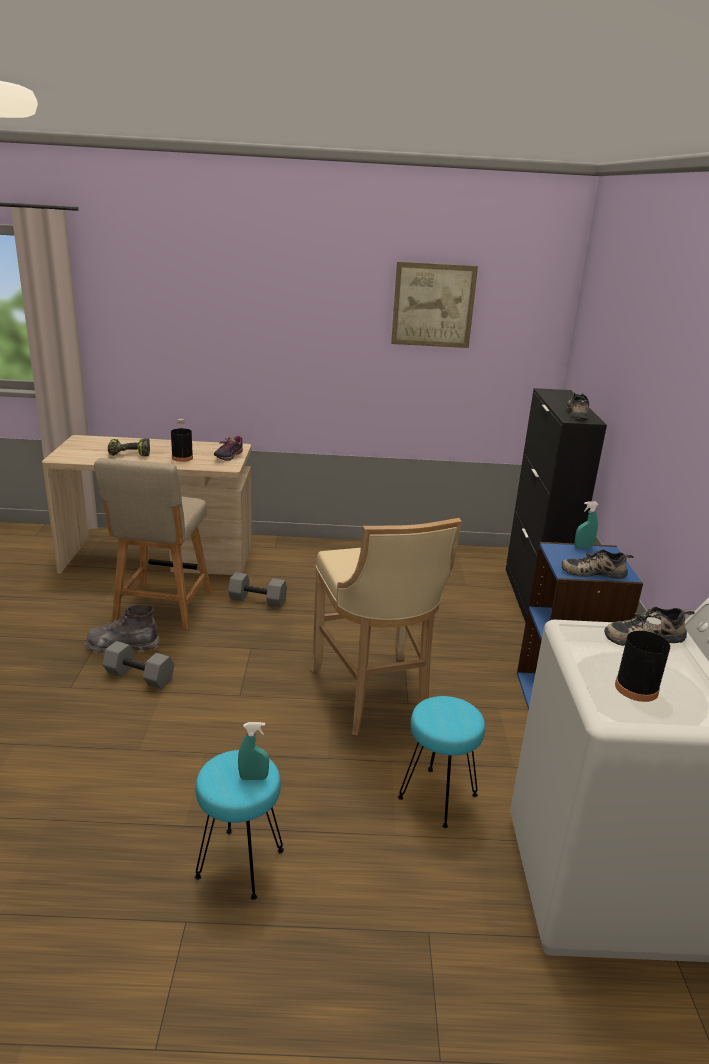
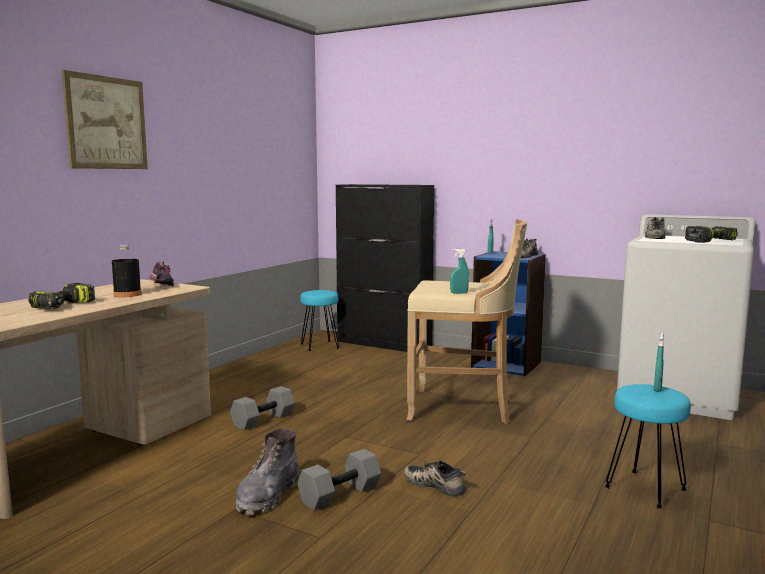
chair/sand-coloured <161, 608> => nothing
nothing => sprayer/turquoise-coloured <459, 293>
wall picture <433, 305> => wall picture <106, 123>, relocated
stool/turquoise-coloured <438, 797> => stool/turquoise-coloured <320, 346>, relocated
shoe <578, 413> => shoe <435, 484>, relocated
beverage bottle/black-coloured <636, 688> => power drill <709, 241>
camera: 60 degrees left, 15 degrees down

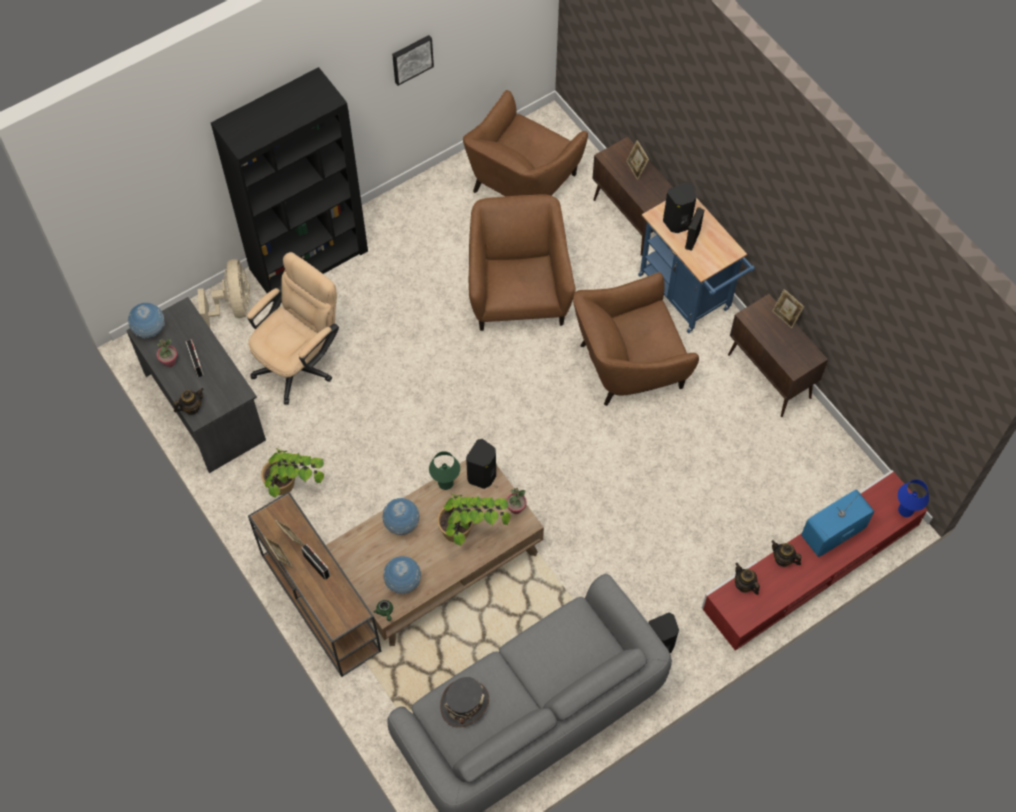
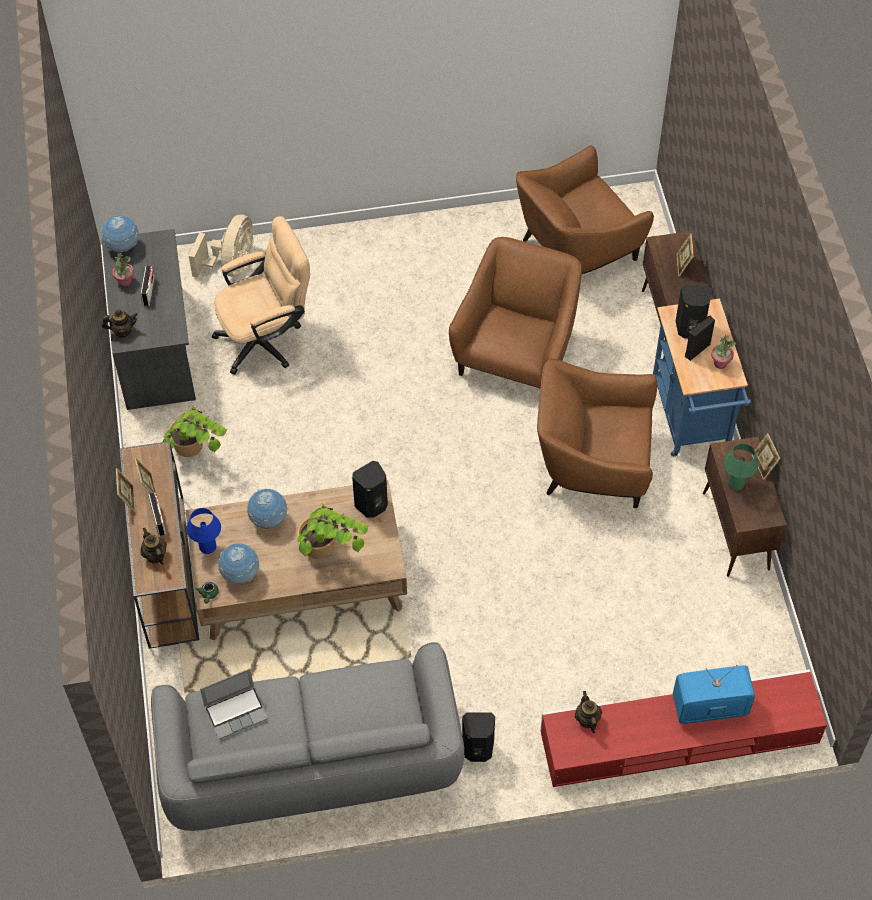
shelving unit/black-coloured <309, 260> => nothing
wall picture <411, 58> => nothing
tabletop lamp/green-coloured <445, 483> => tabletop lamp/green-coloured <736, 483>, relocated
potted plant <516, 508> => potted plant <720, 363>, relocated
pot for tea <783, 559> => pot for tea <155, 555>, relocated
tabletop lamp/blue-coloured <905, 510> => tabletop lamp/blue-coloured <208, 547>, relocated
wearable hat/gray <464, 703> => notebook computer <236, 712>
camera: 25 degrees right, 5 degrees down

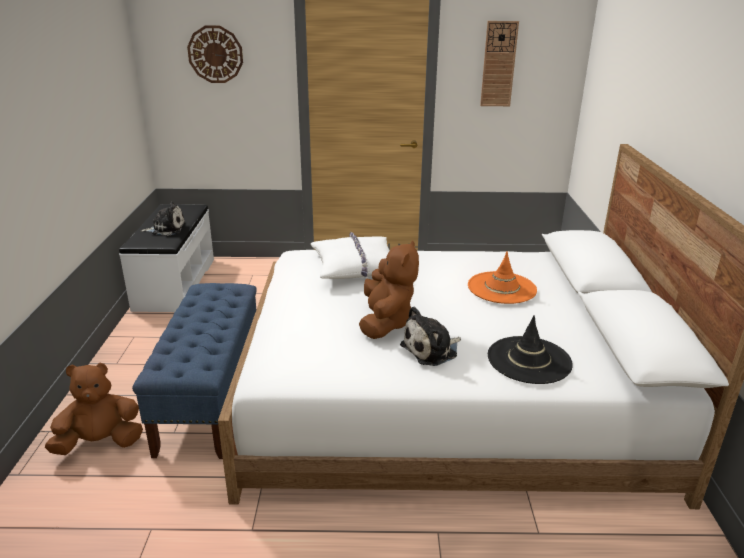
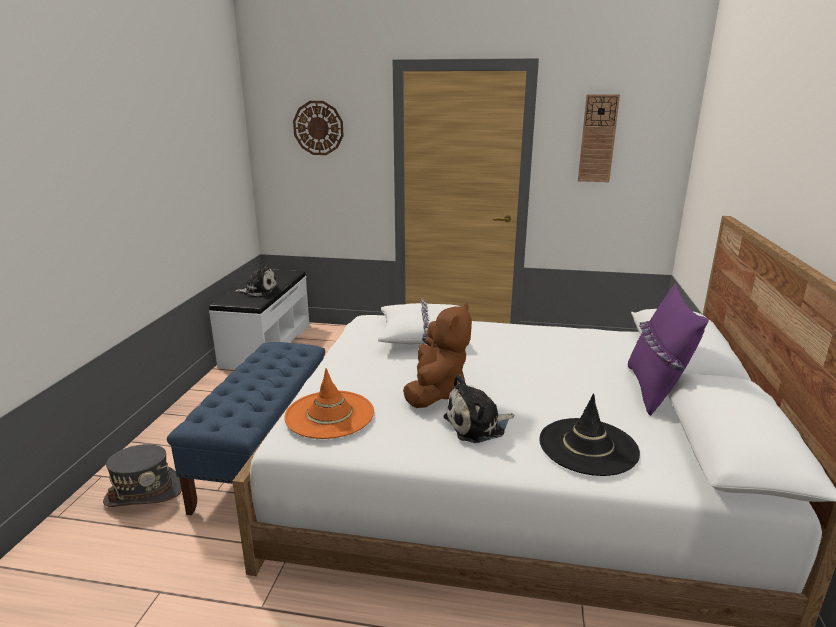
nothing => cushion/purple <655, 390>
wearable hat/orangey <501, 288> => wearable hat/orangey <329, 414>, relocated
plush toy/brownish <100, 443> => wearable hat/gray <144, 493>
camera: 10 degrees right, 5 degrees down

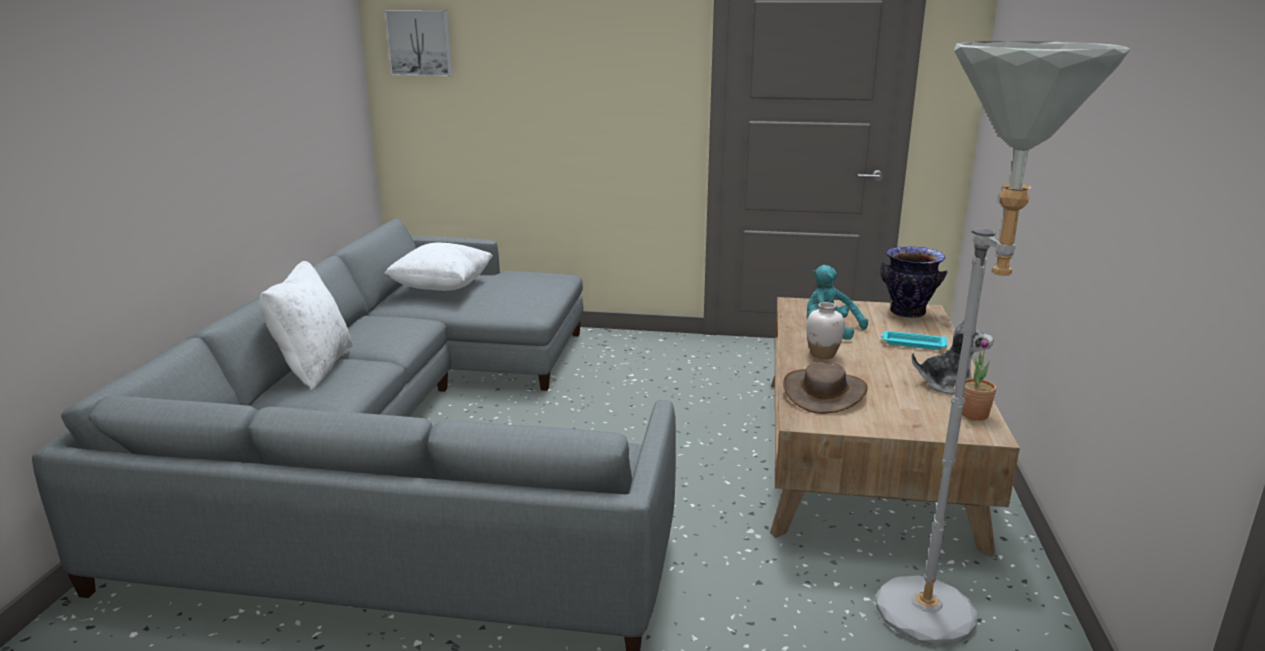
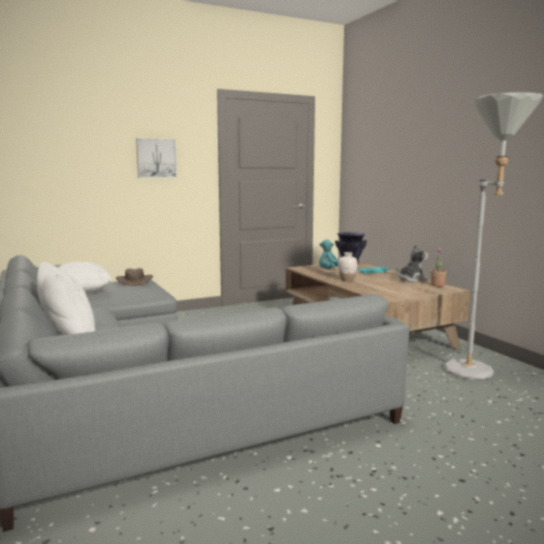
wall picture <420, 43> => wall picture <156, 158>, relocated
wearable hat/brownish <824, 392> => wearable hat/brownish <135, 281>, relocated
camera: 35 degrees left, 10 degrees down

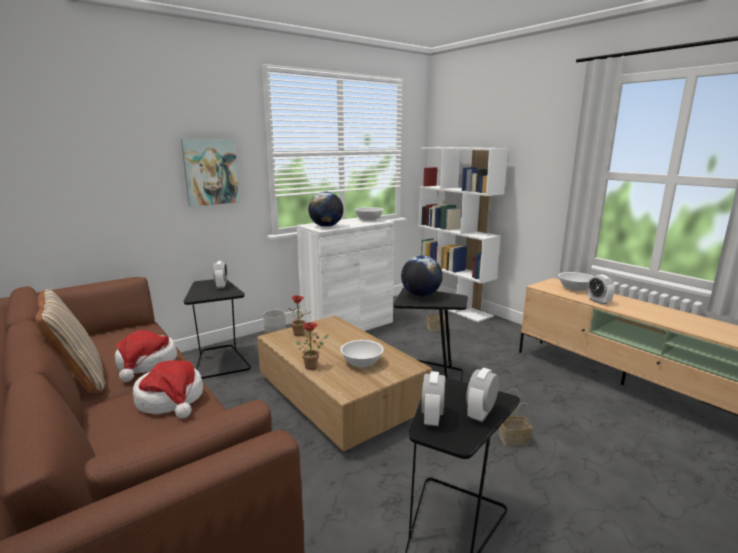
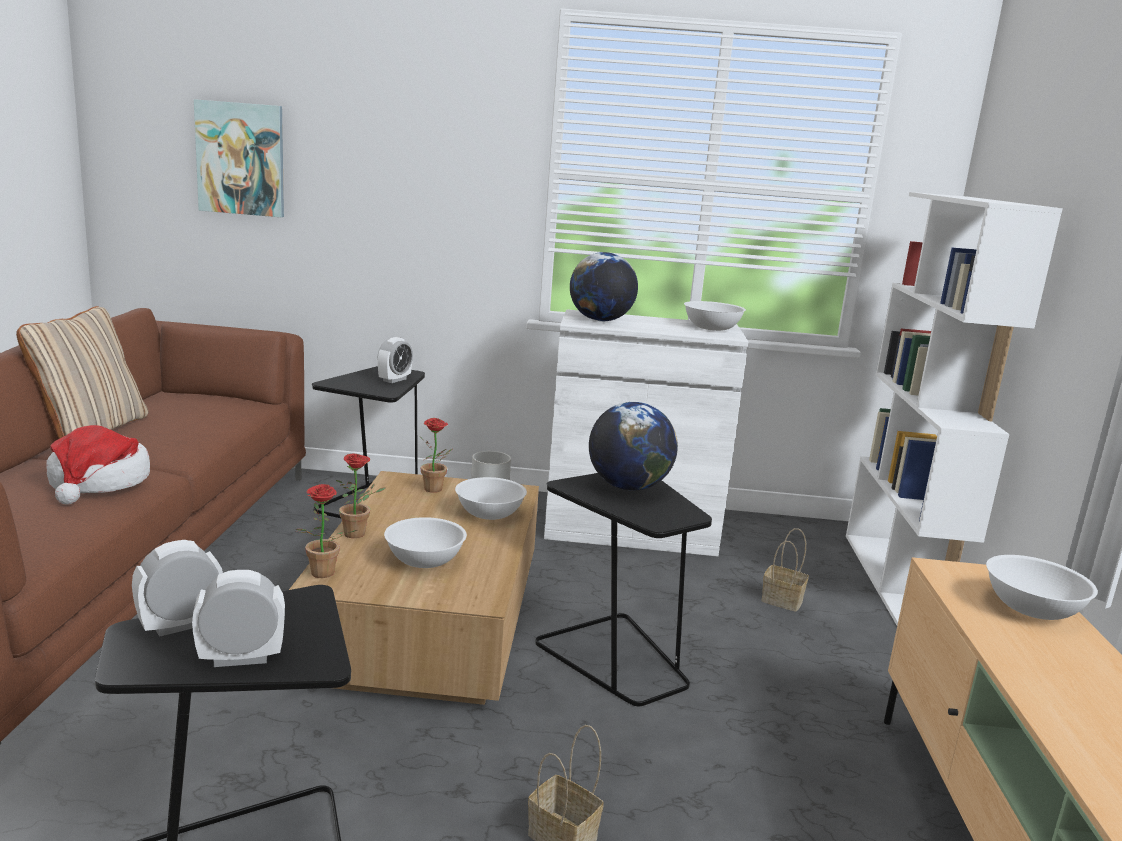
wearable hat <146, 364> => nothing
alarm clock <598, 301> => nothing
nothing => potted plant <321, 575>
nothing => bowl/white <489, 514>
wall picture <211, 172> => wall picture <241, 159>, relocated
camera: 40 degrees right, 0 degrees up

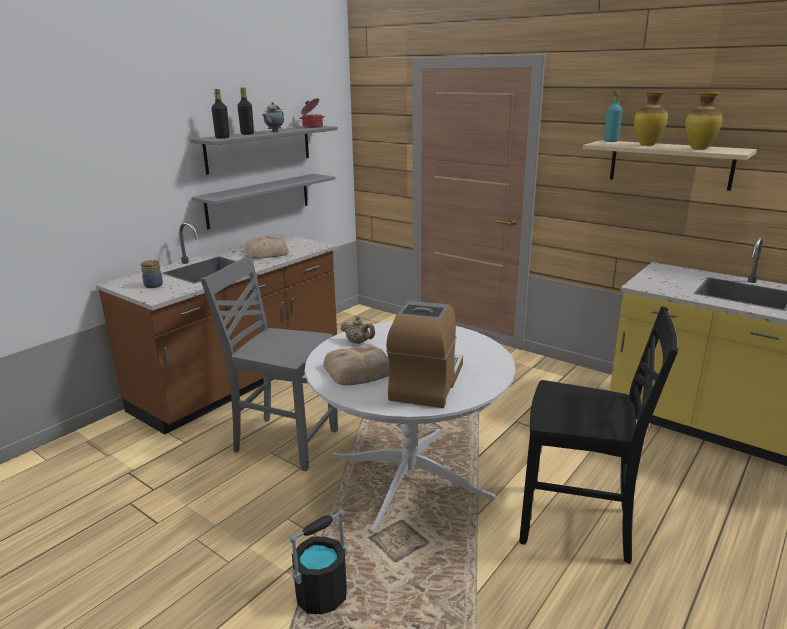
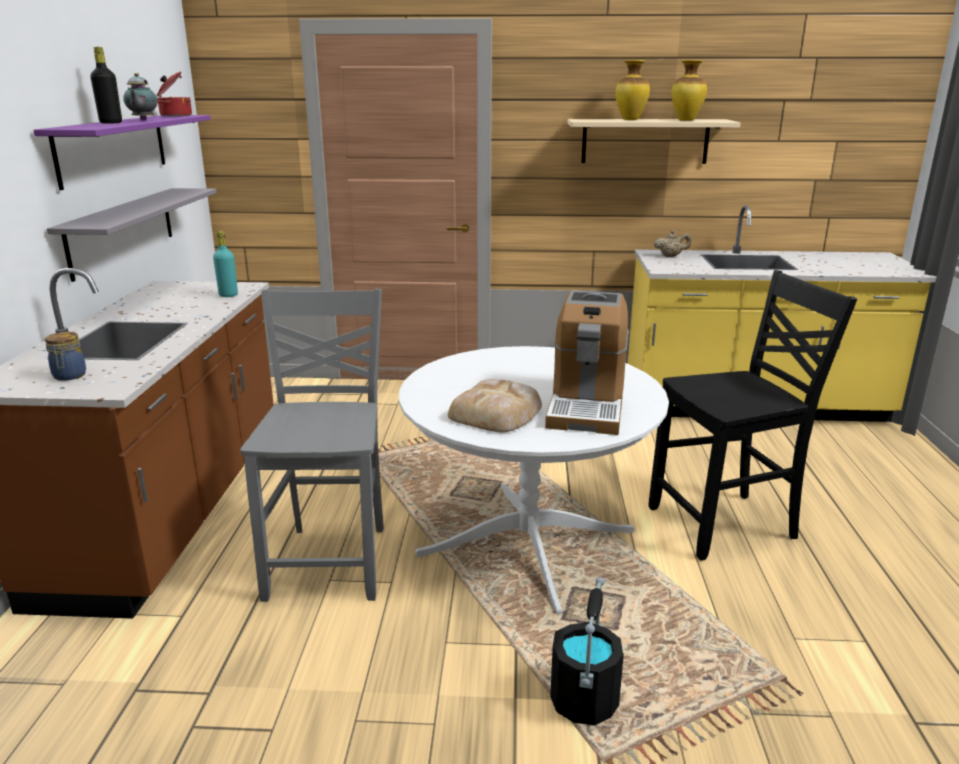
beverage bottle/black-coloured <222, 138> => nothing
bakery bread <267, 252> => nothing
pot for tea/sand-coloured <358, 342> => pot for tea/sand-coloured <671, 256>, relocated
beverage bottle/turquoise-coloured <610, 141> => beverage bottle/turquoise-coloured <228, 295>, relocated
wall shelf/gray <259, 148> => wall shelf/purple <113, 148>
chair/gray <284, 441> => chair/gray <331, 561>, 105 degrees clockwise
coffee machine <426, 383> => coffee machine <587, 405>, 150 degrees counterclockwise
camera: 35 degrees left, 0 degrees up

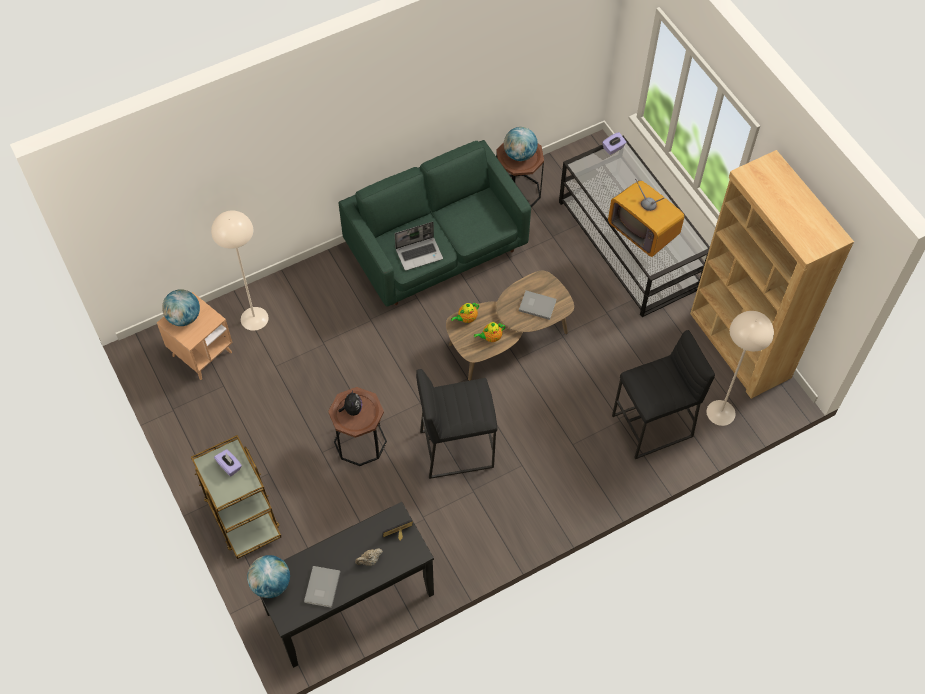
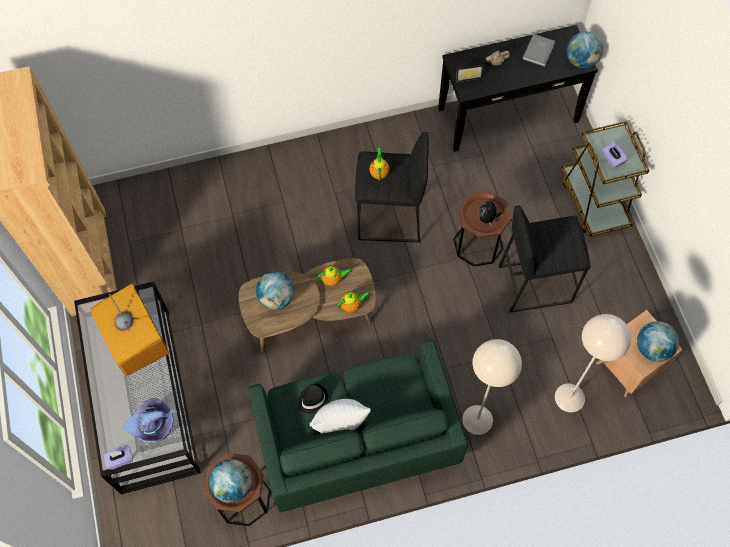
notebook computer <419, 253> => nothing
nothing => wearable hat/purple <152, 424>
nothing => wearable hat/black-coloured <312, 399>
nothing => cushion/white <340, 424>
nothing => pot for tea <379, 172>
stool/black-coloured <652, 427> => stool/black-coloured <534, 283>, relocated
floor lamp/sand-coloured <720, 413> => floor lamp/sand-coloured <477, 419>, relocated
bound book/gray <537, 305> => globe <276, 298>
camera: 165 degrees left, 5 degrees up

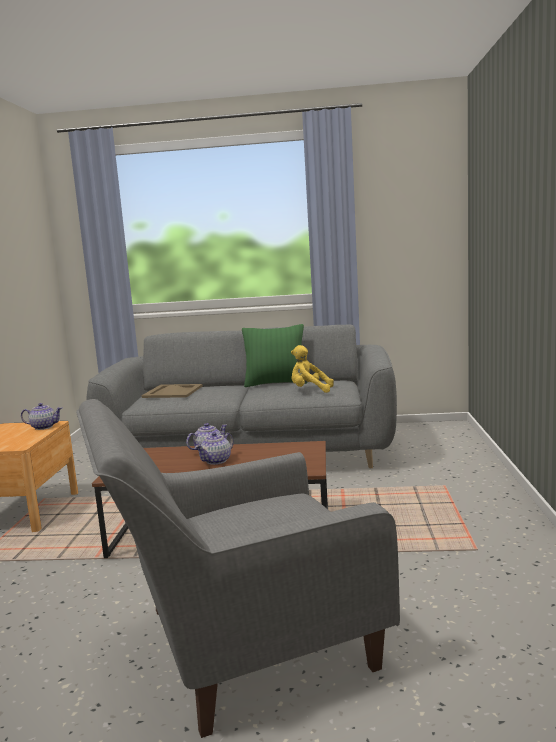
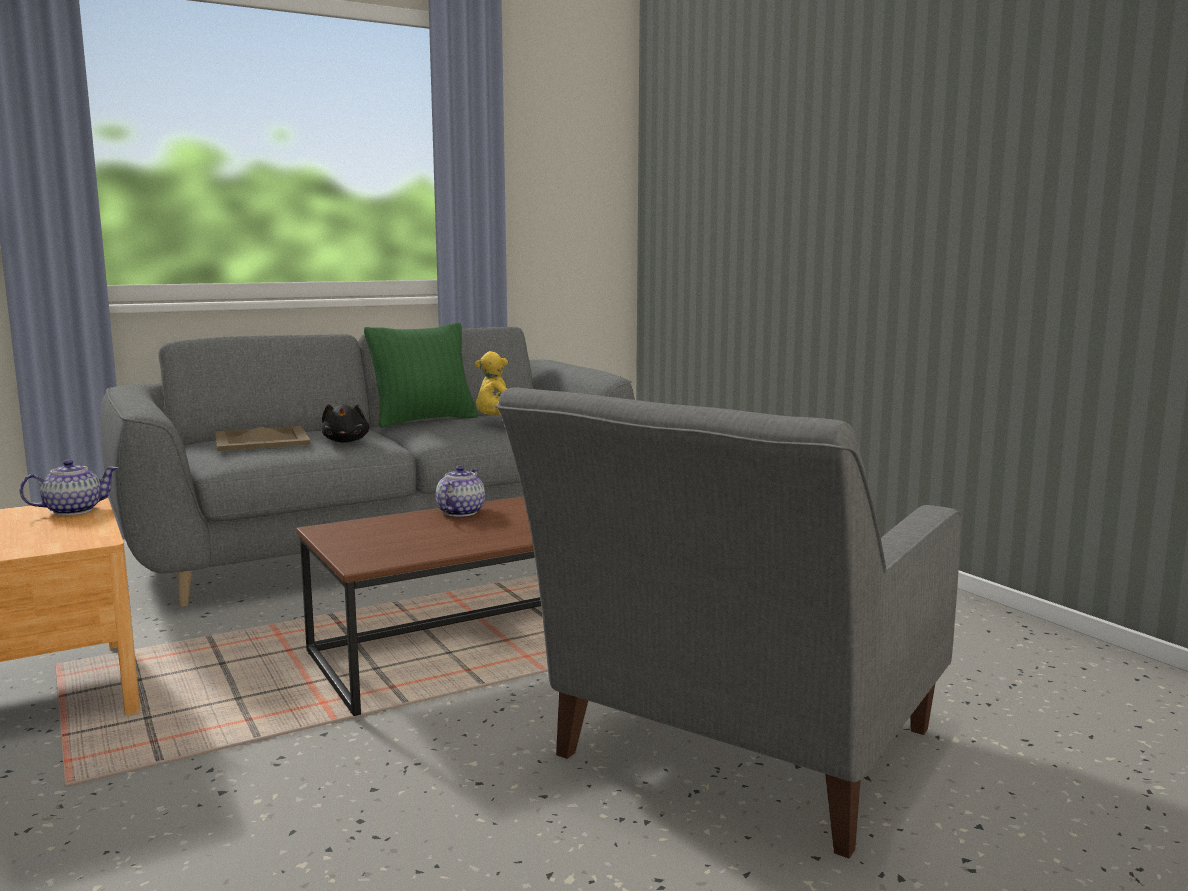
pot for tea <217, 461> => nothing
nothing => plush toy/black-coloured <346, 441>
camera: 35 degrees left, 0 degrees up

